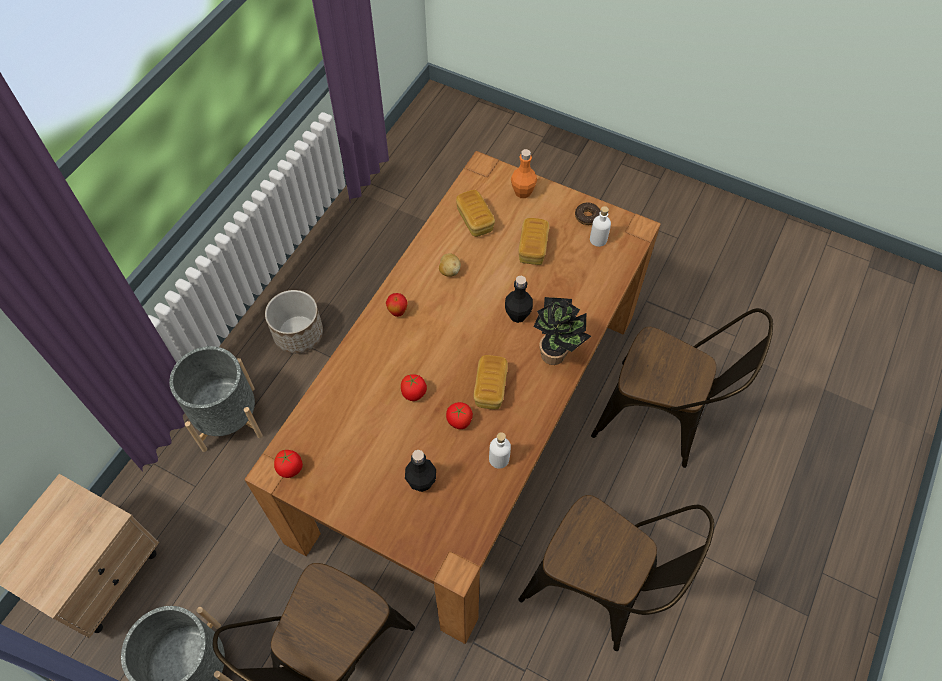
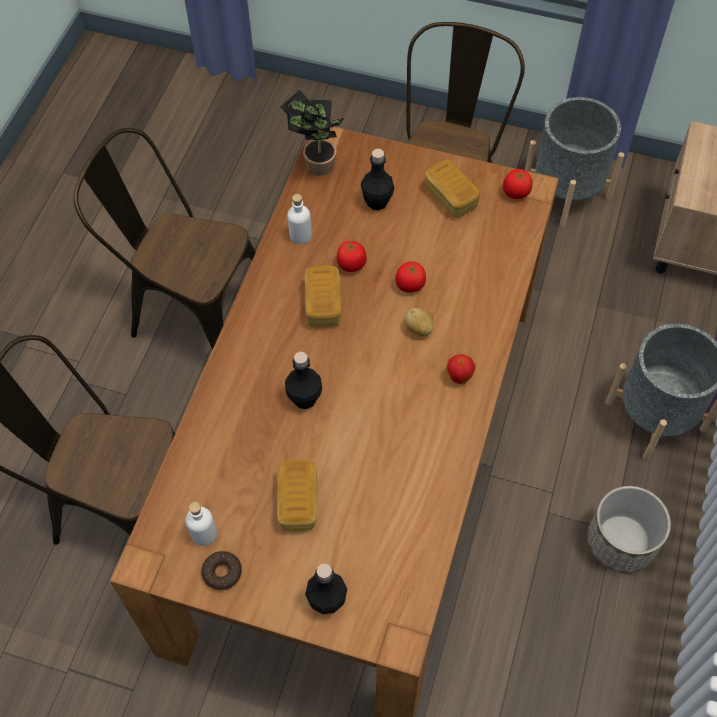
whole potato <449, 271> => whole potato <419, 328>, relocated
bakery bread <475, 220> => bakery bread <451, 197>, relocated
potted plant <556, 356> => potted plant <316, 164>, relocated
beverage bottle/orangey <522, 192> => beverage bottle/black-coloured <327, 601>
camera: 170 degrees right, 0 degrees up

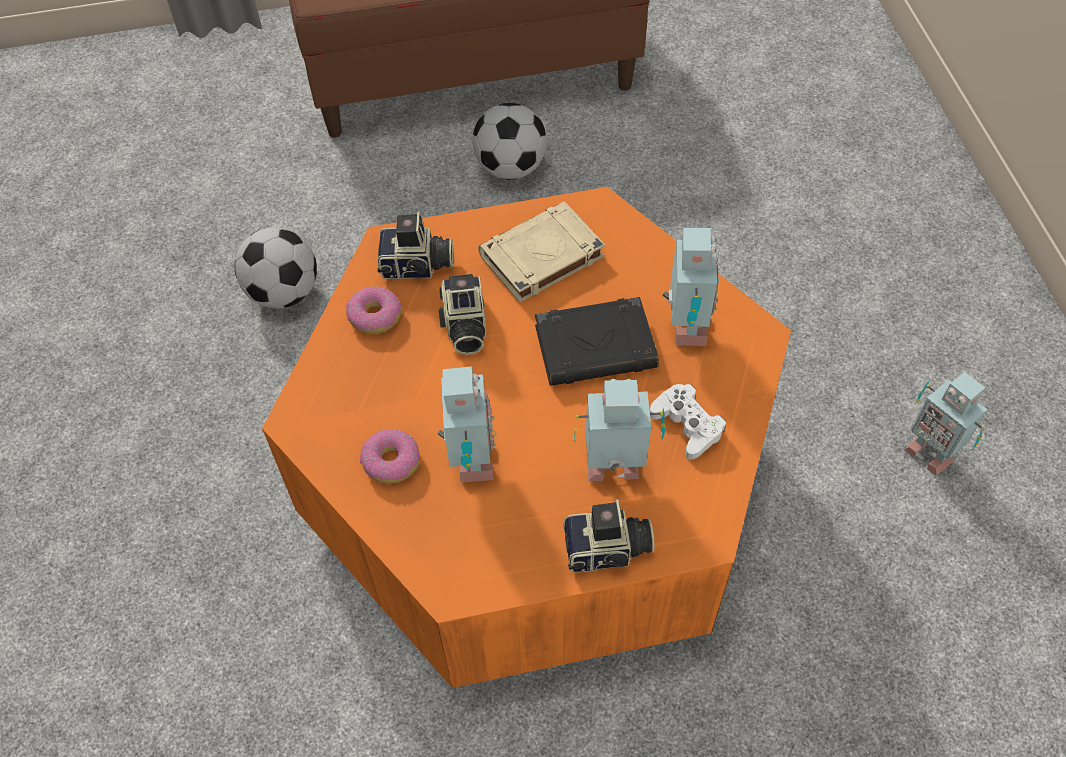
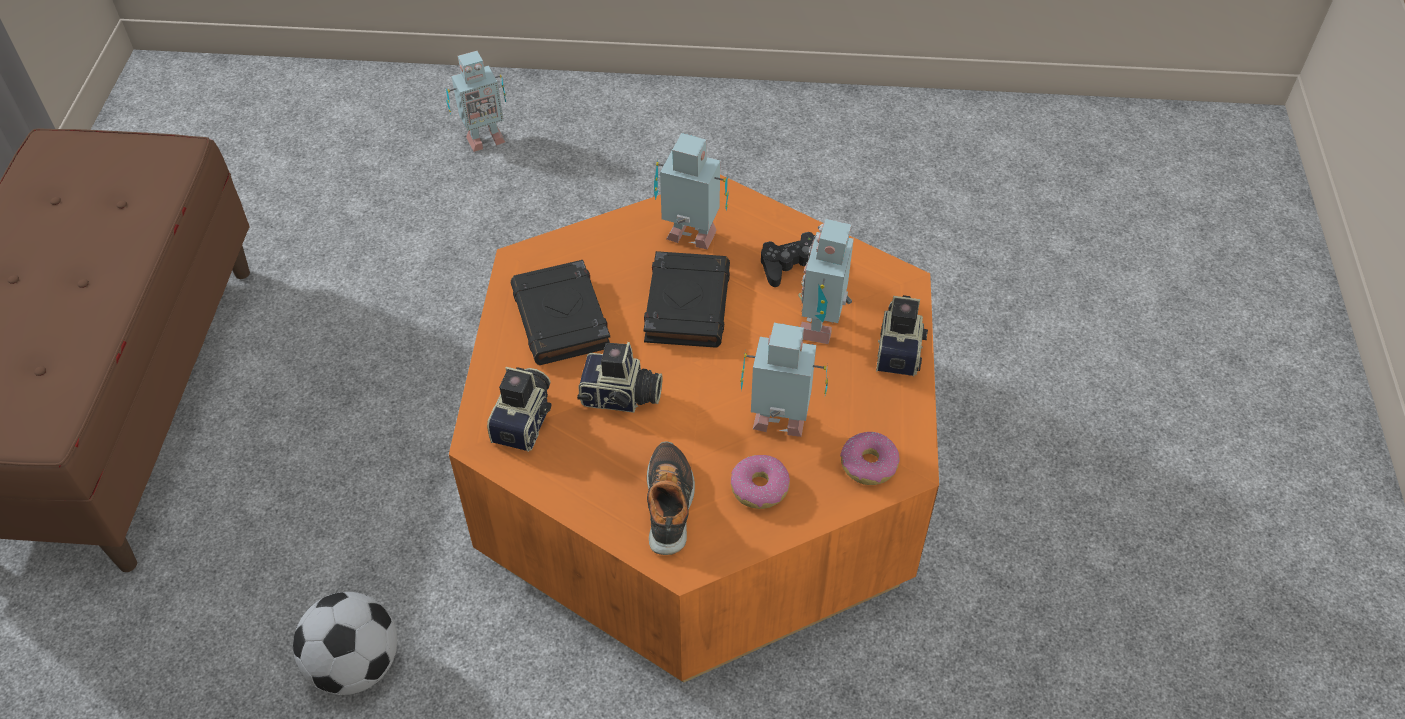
ball for football <511, 167> => nothing
nothing => shoe <669, 504>
ring doughnut <374, 316> => ring doughnut <869, 465>, relocated
model robot <929, 451> => model robot <483, 139>, relocated
bound book/sand-coloured <541, 257> => bound book/black-coloured <562, 319>
game controller/white <687, 425> => game controller/black-coloured <792, 265>
camera: 75 degrees left, 5 degrees down

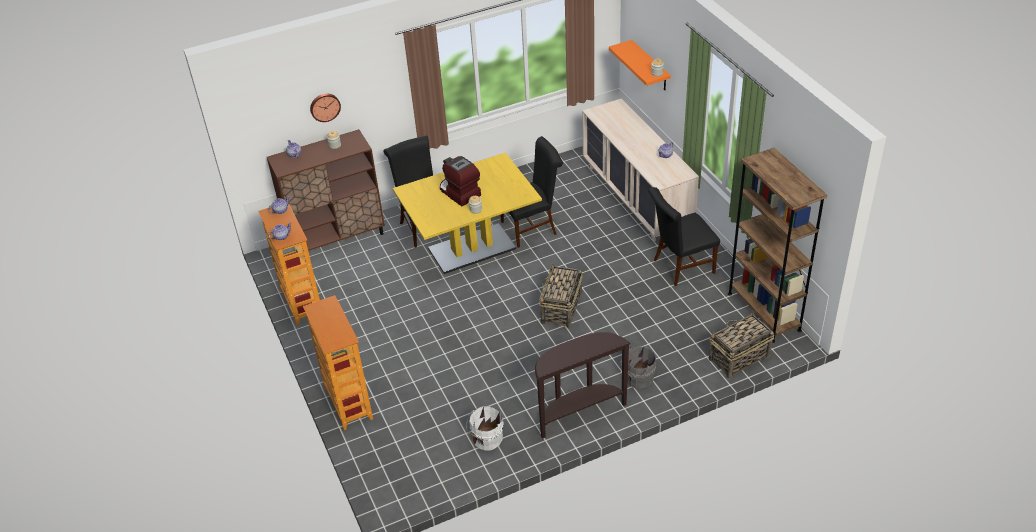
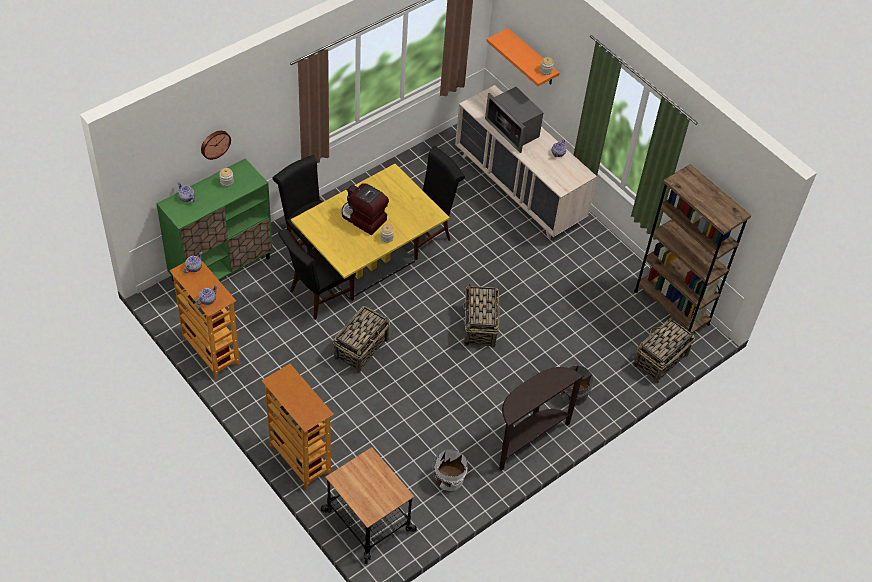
nothing => wheeled cart <367, 521>
nothing => household basket <361, 348>
nothing => microwave oven <513, 130>
chair/black-coloured <680, 267> => chair/black-coloured <318, 296>, relocated
cabinet/brownish <337, 238> => cabinet/green-coloured <221, 268>
camera: 20 degrees left, 10 degrees up

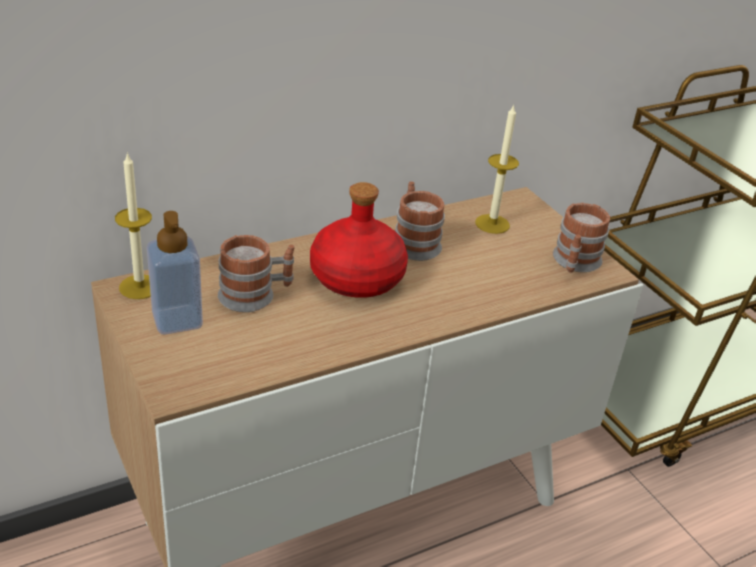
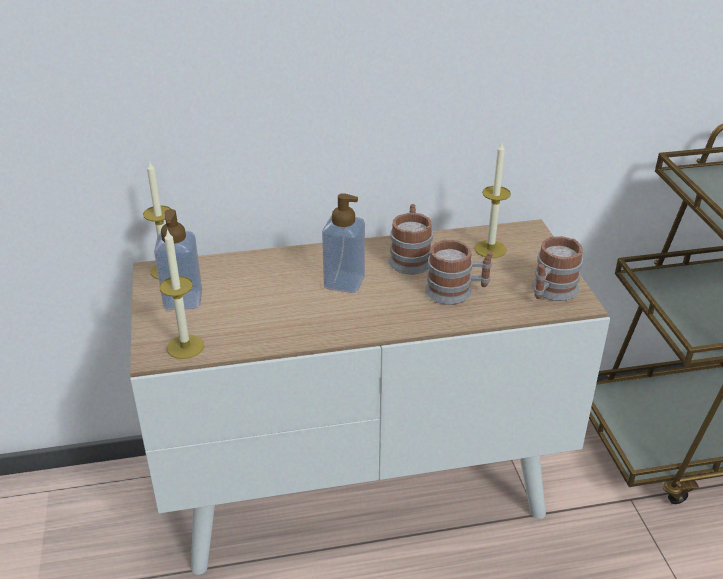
nothing => wax light <185, 347>
tea mug <255, 295> => tea mug <456, 291>, relocated
beverage bottle/reddish <356, 277> => soap bottle <344, 282>
camera: 20 degrees right, 0 degrees up

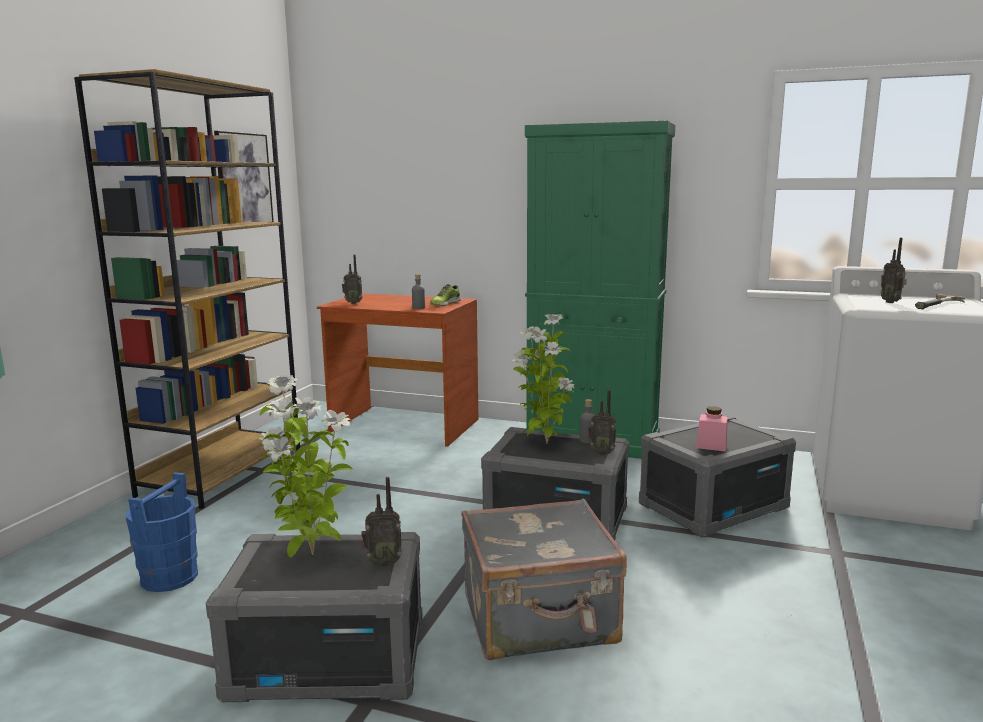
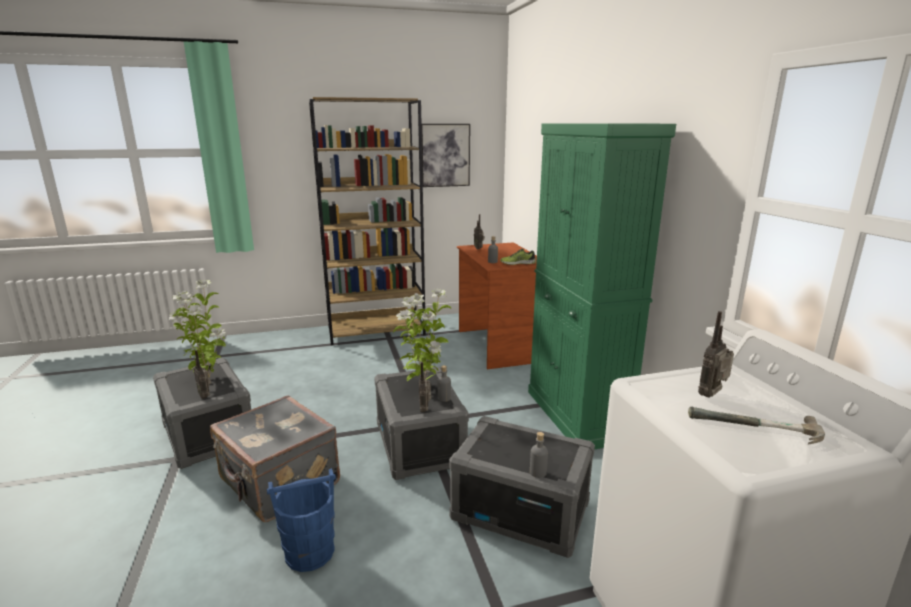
preserve jar/pink <711, 446> => nothing
nothing => beverage bottle/gray <538, 472>
pail/blue-coloured <169, 577> => pail/blue-coloured <309, 552>, relocated
camera: 55 degrees right, 5 degrees up

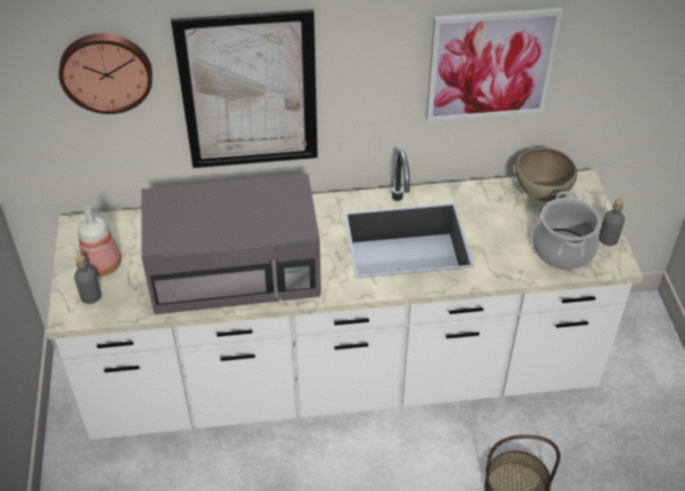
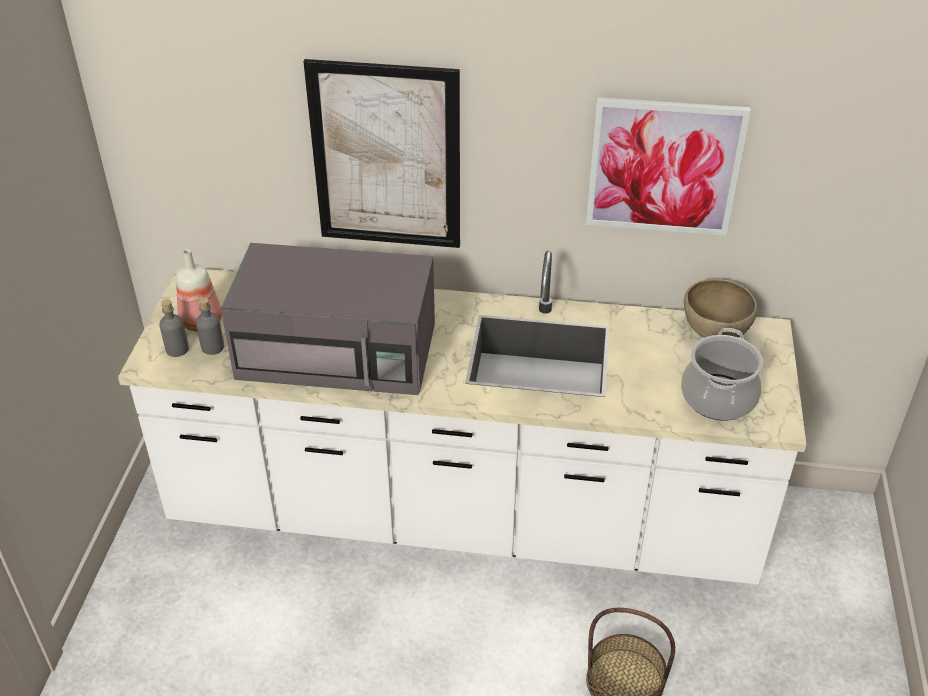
clock on the wall <106, 71> => nothing
beverage bottle/gray <608, 239> => beverage bottle/gray <212, 347>, relocated
camera: 15 degrees right, 5 degrees down

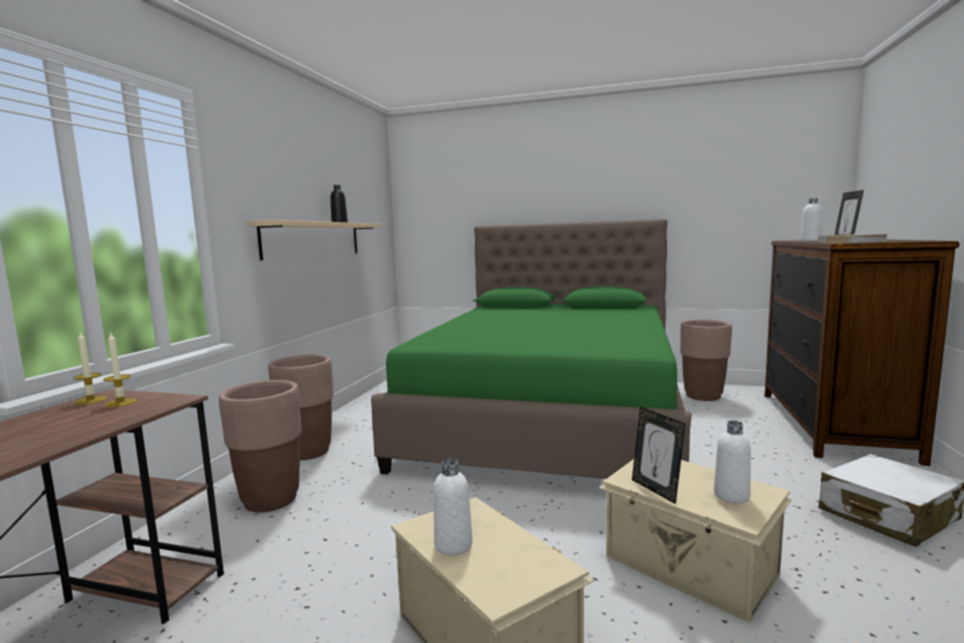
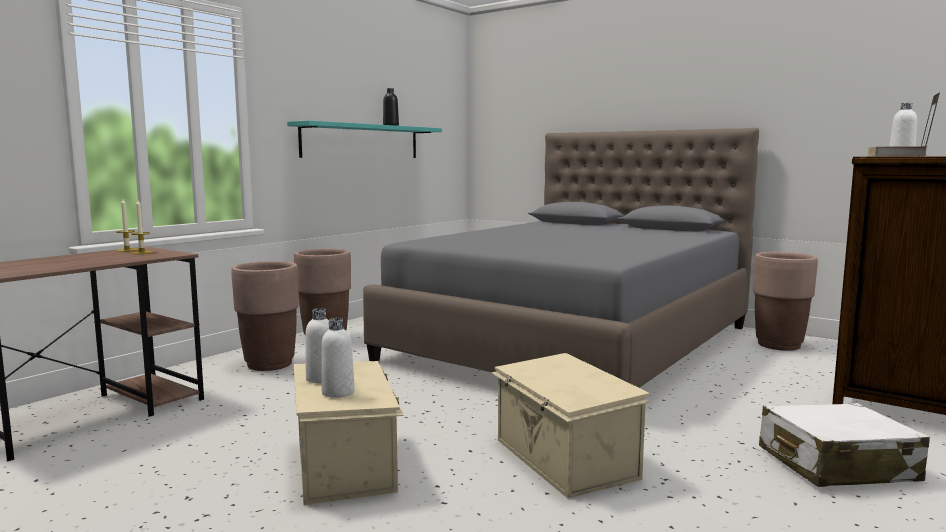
picture frame <656, 490> => nothing
beverage bottle/white <731, 495> => beverage bottle/white <338, 392>, relocated
wall shelf/sand-coloured <314, 239> => wall shelf/turquoise-coloured <362, 141>
bed/green-coloured <550, 418> => bed/gray <573, 342>
camera: 20 degrees right, 0 degrees up

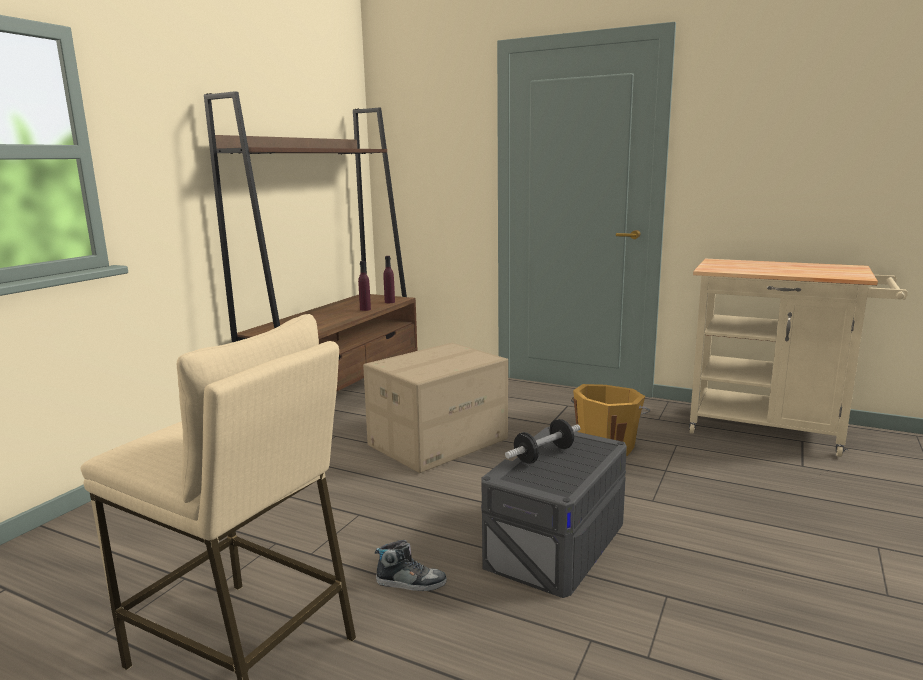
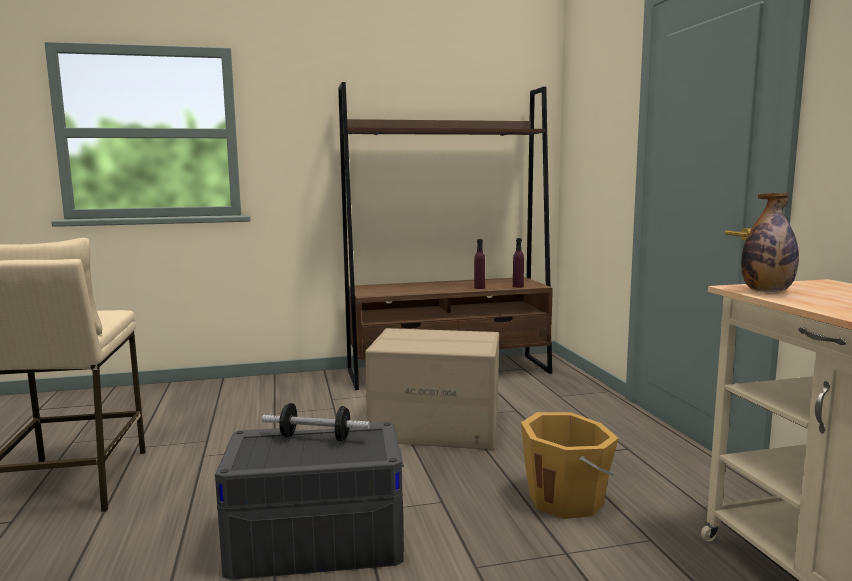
shoe <411, 582> => nothing
nothing => beverage bottle <767, 291>
camera: 50 degrees right, 5 degrees down

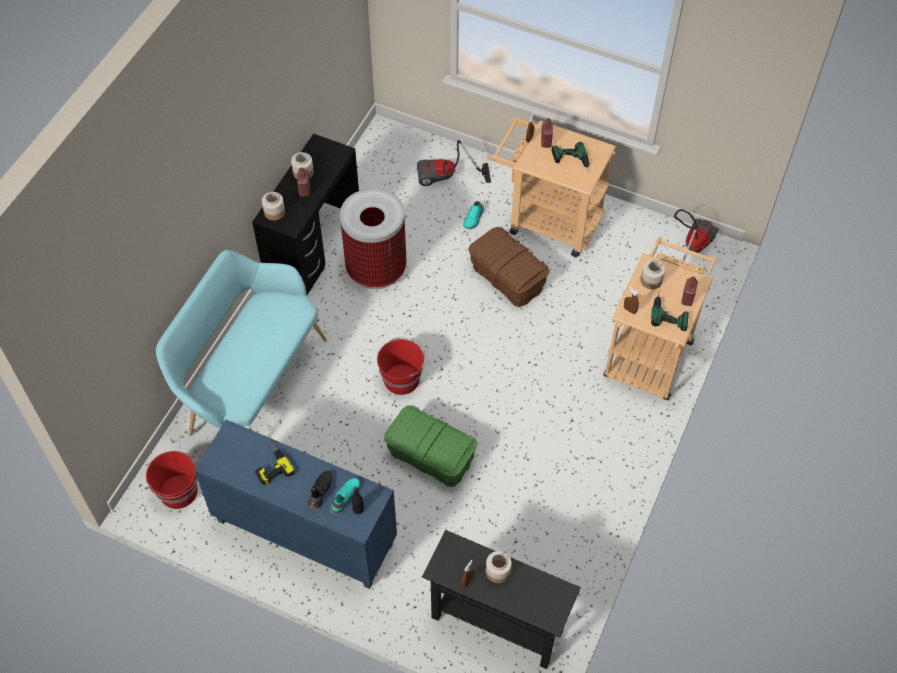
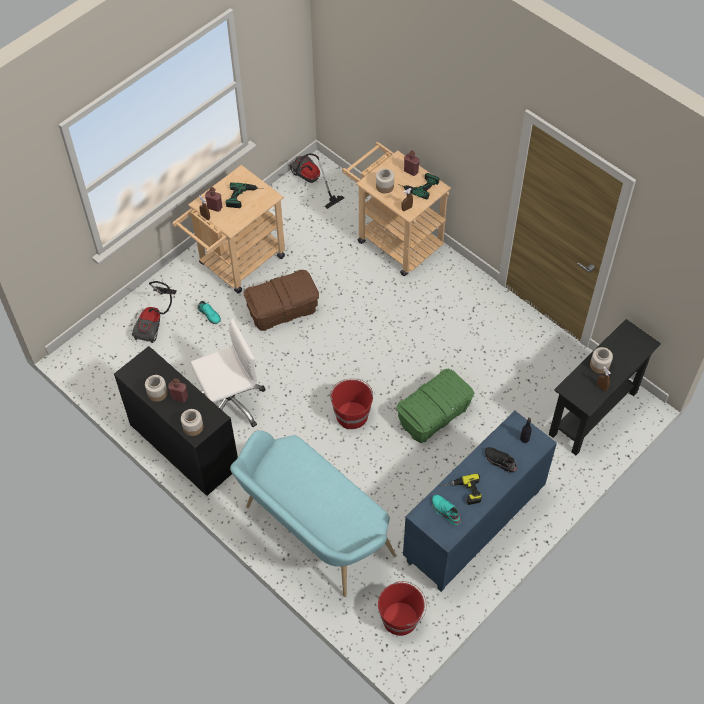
shoe/turquoise-coloured <344, 497> => shoe/turquoise-coloured <445, 511>, relocated
waste bin <376, 270> => desk chair/white <230, 403>
camera: 70 degrees left, 0 degrees up

